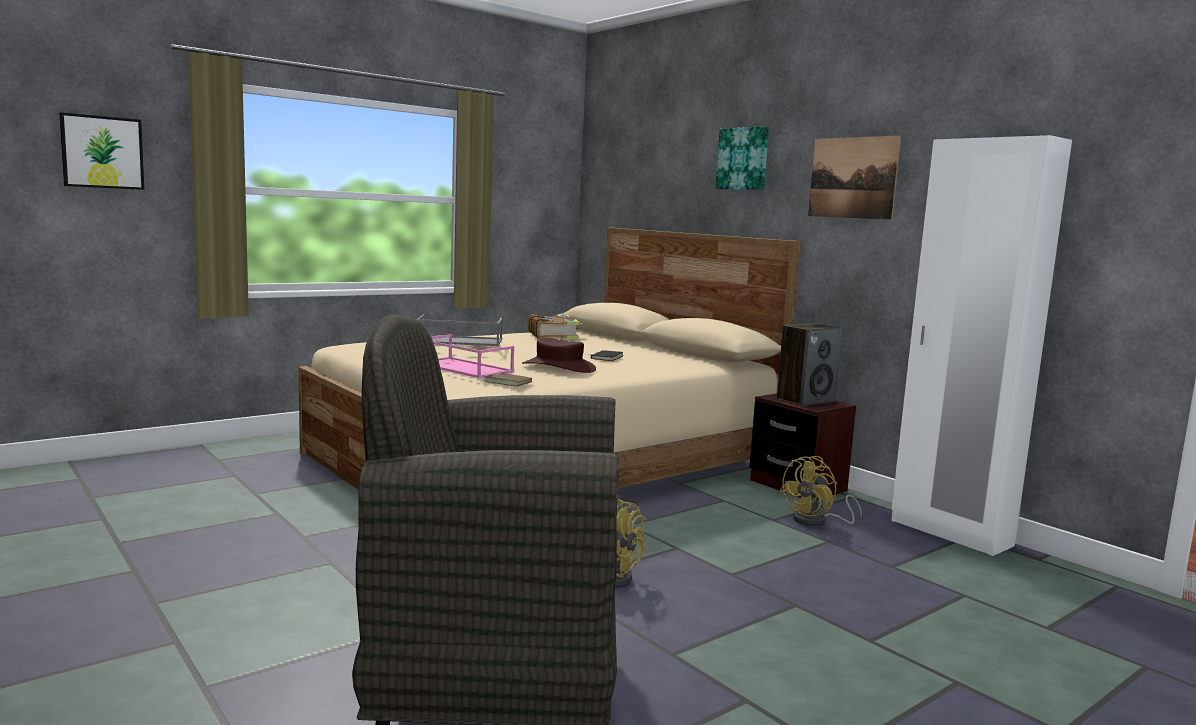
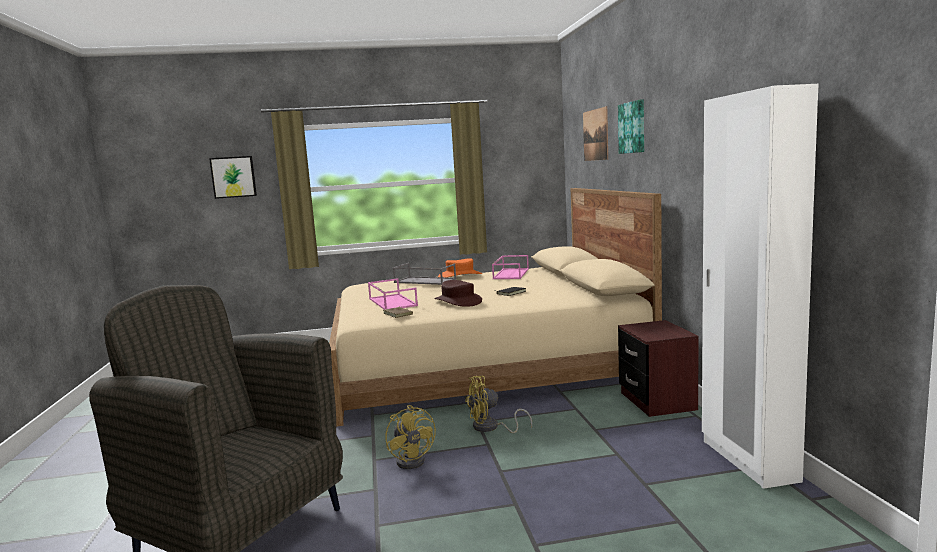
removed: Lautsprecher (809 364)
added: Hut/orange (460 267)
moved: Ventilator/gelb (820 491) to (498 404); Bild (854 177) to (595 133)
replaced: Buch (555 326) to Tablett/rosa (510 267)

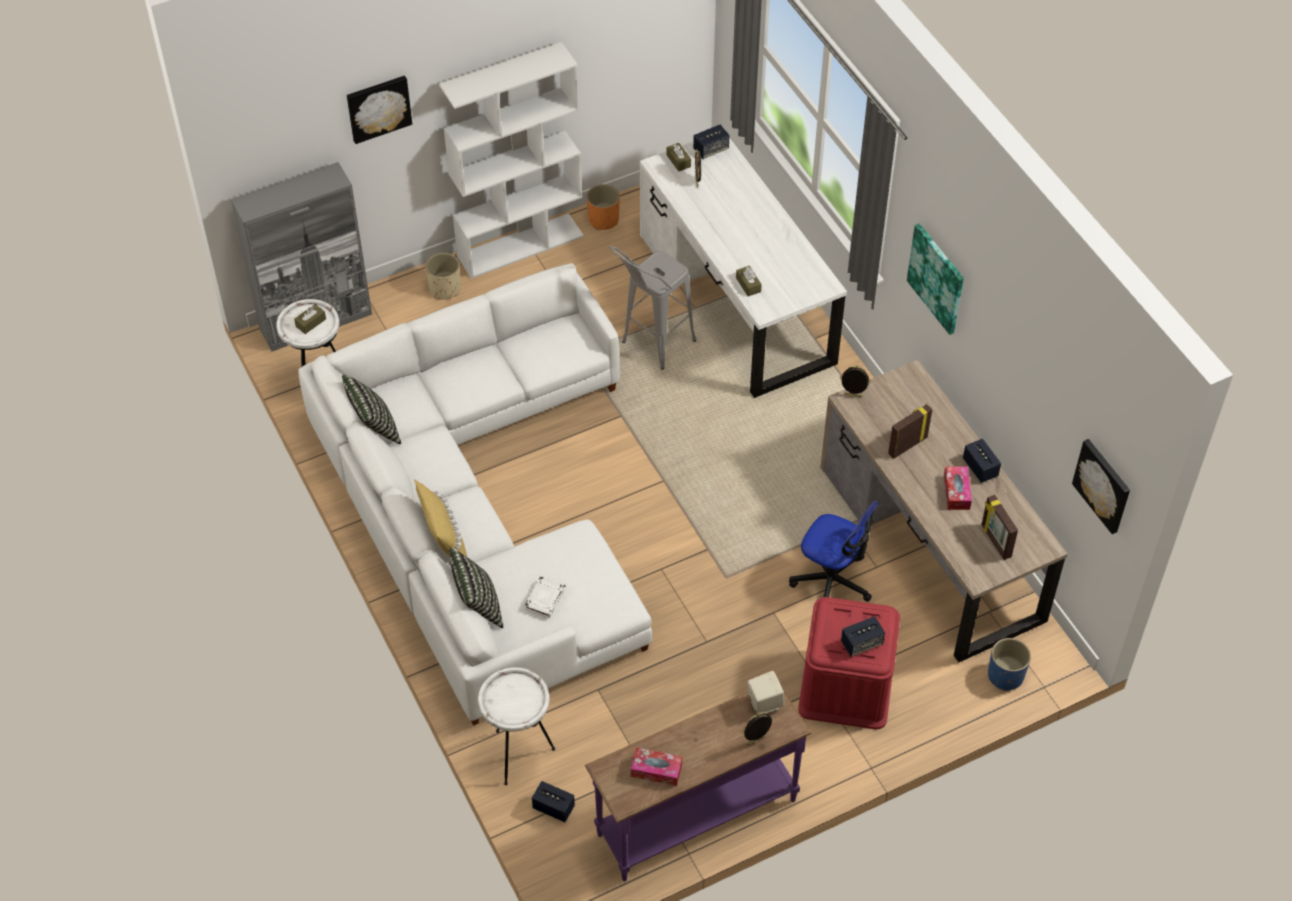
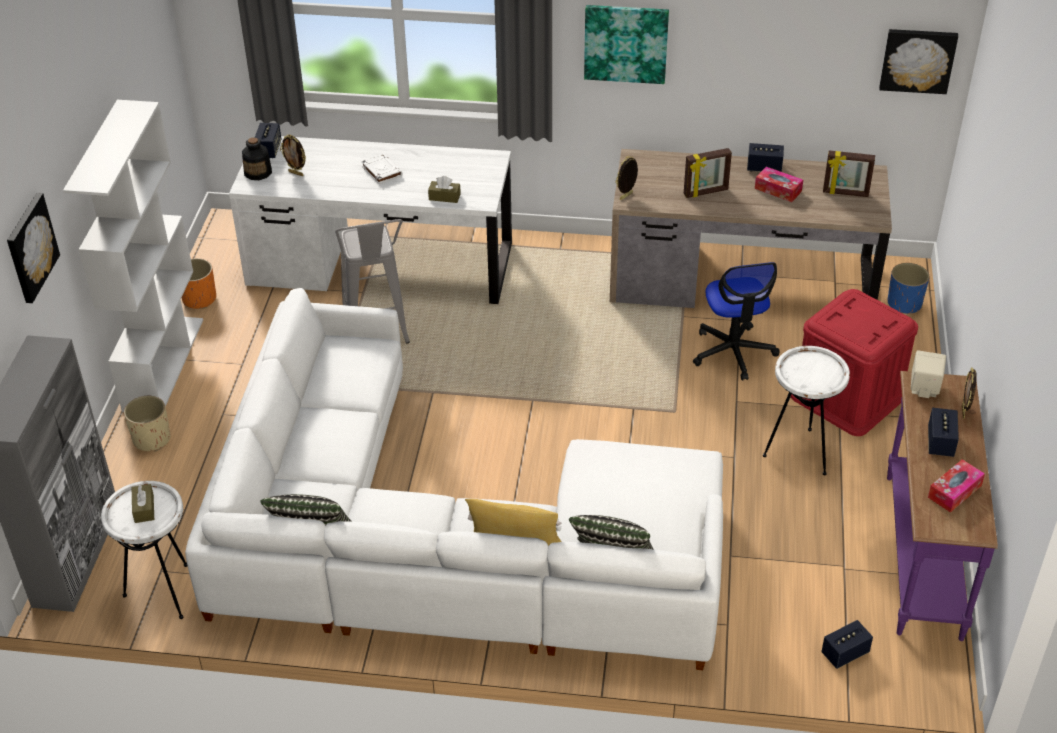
moved: Beistelltisch/weiß (516 726) to (806 410); Buch/weiß (545 597) to (381 169); Lautsprecher (863 636) to (943 432)
replaced: Taschentuchbox/braun (679 157) to Flasche (257 158)
turned: Bürostuhl (834 551) = (736 321) 105 degrees clockwise; Bilderrahmen (910 431) = (708 173) 105 degrees counterclockwise

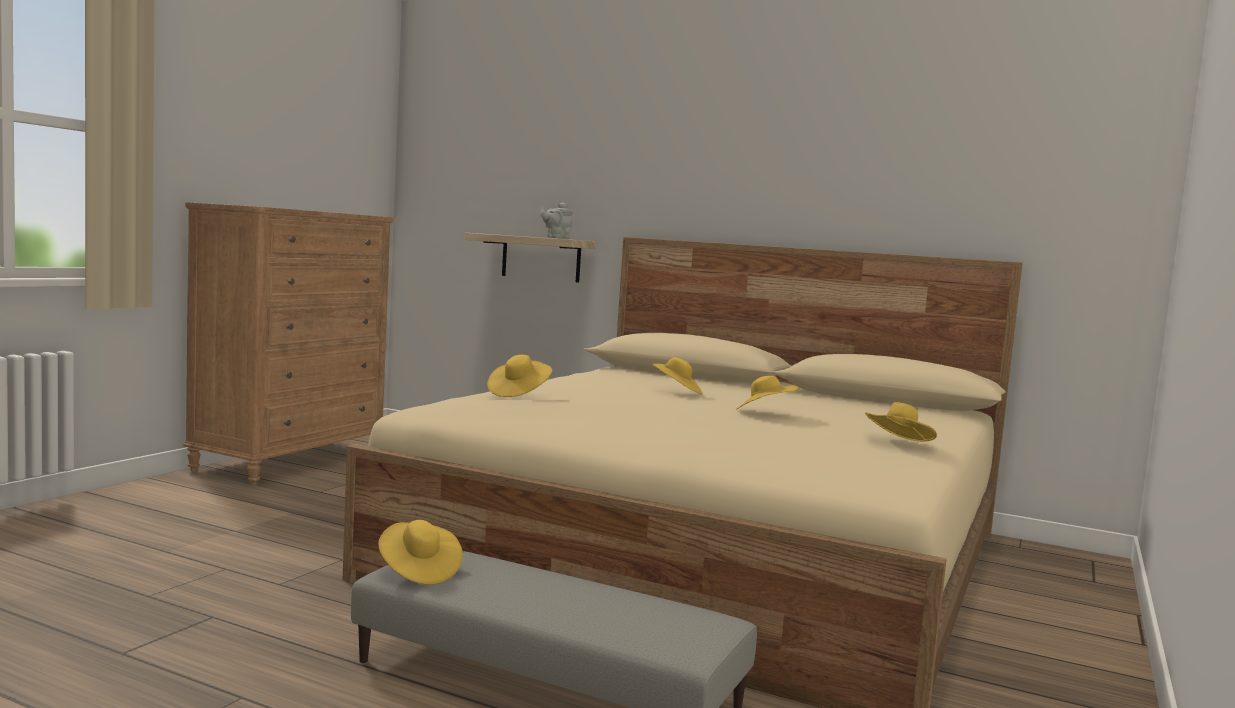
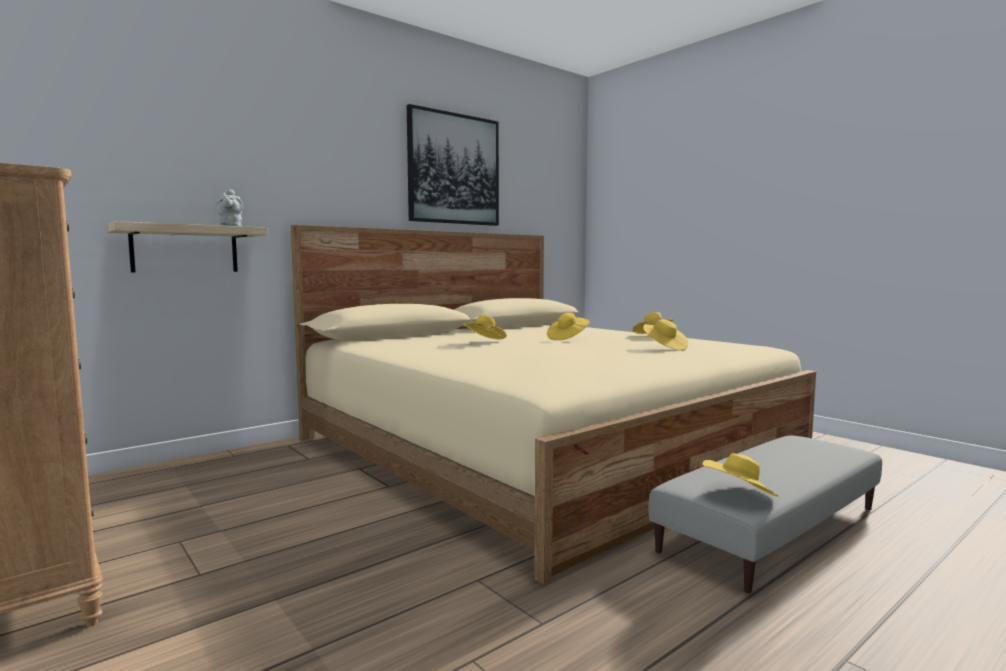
added: Bild (453 165)
moved: Hut/gelb (519 376) to (665 335)

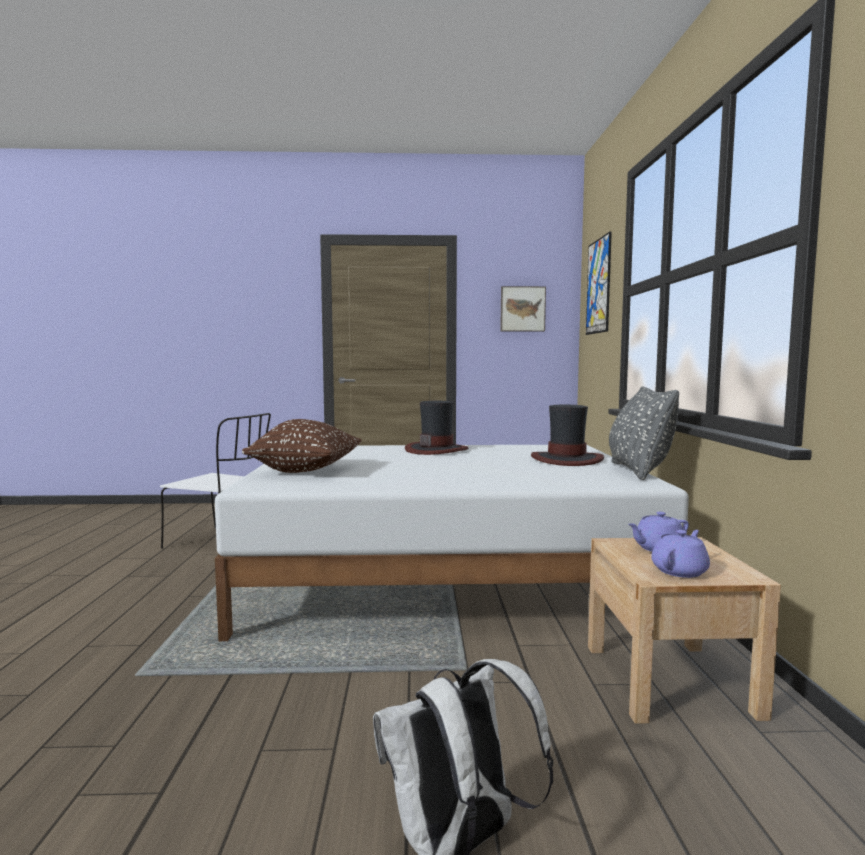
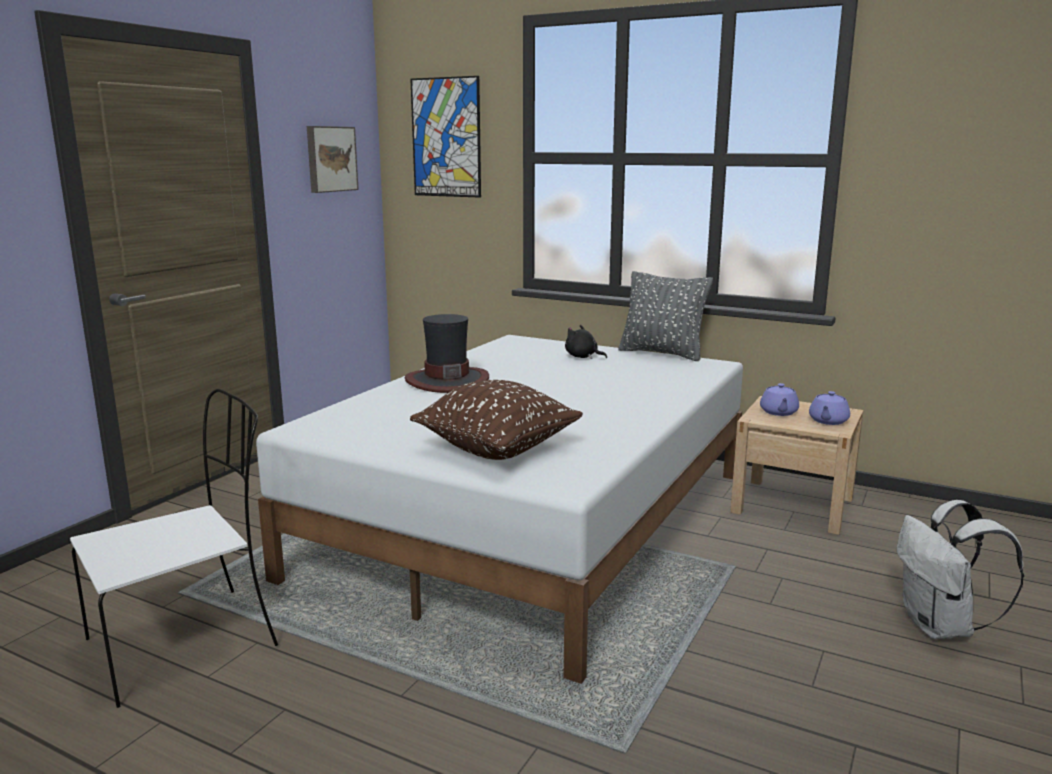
replaced: Hut (567 435) to Plüschtier/schwarz (586 342)
turned: Teekanne/lila (680 554) = (829 408) 135 degrees counterclockwise

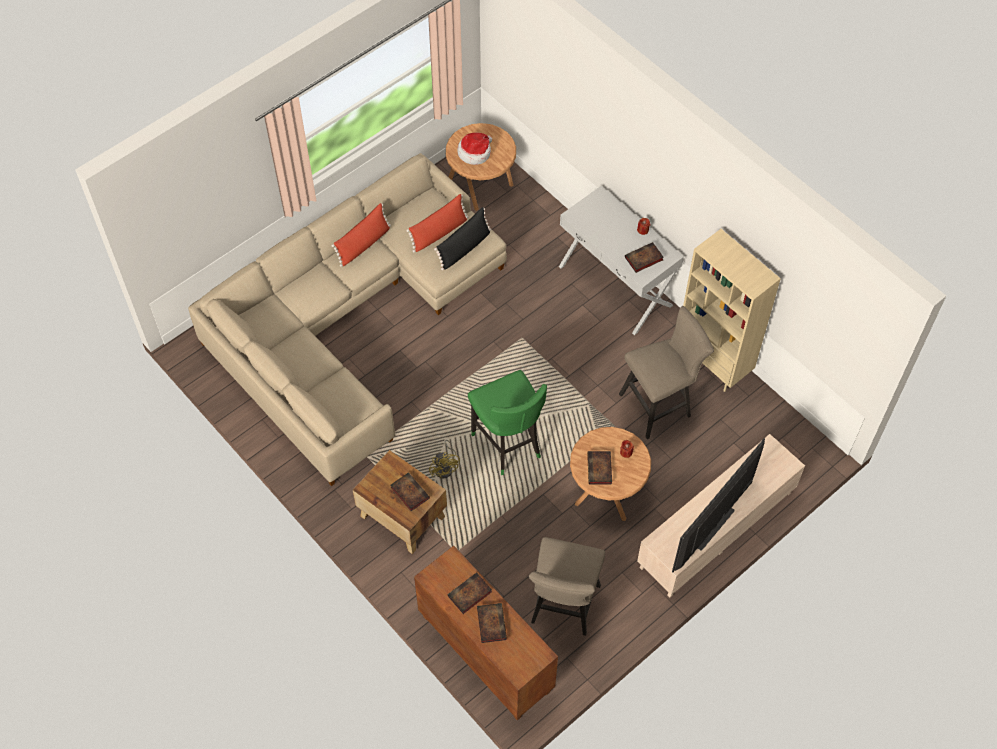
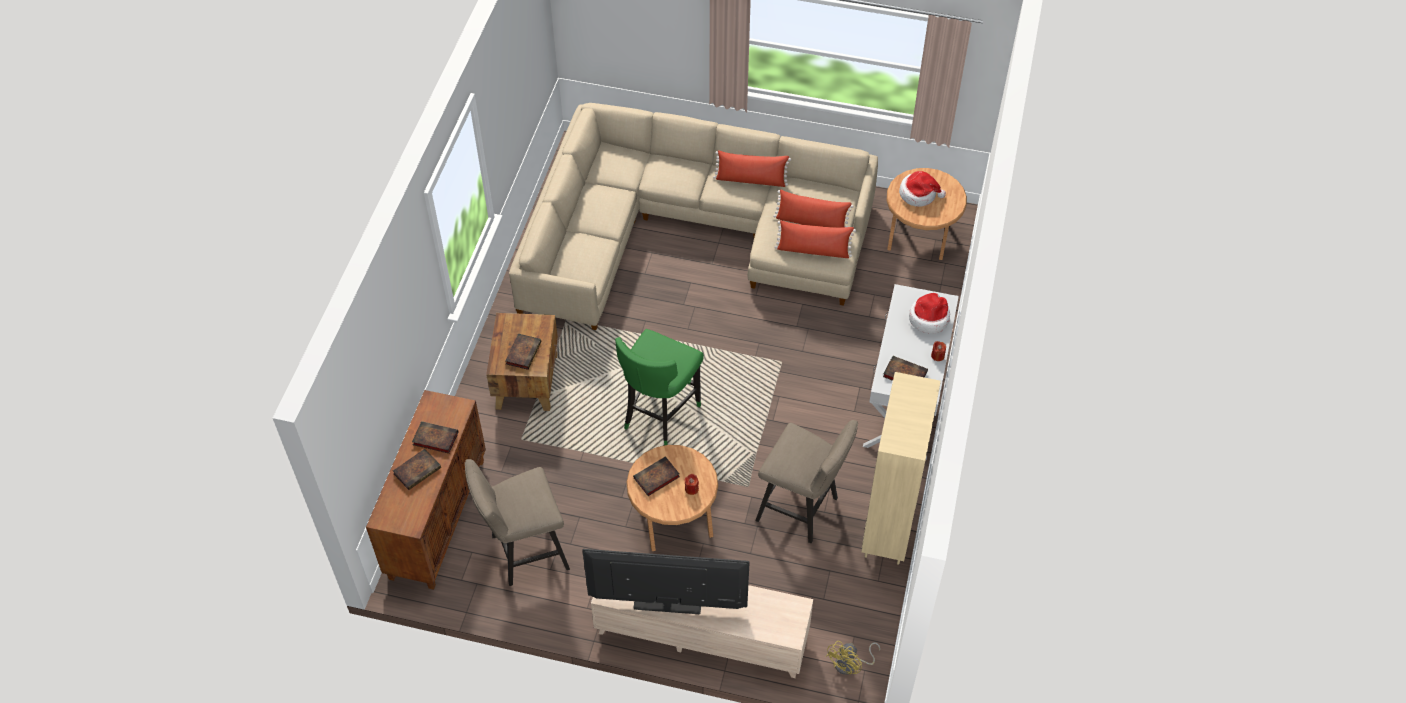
added: Hut (929 313)
moved: Ventilator/gelb (444 459) to (853 658)
recoloured: Kissen/schwarz (462 238) to Kissen/rot (815 239)

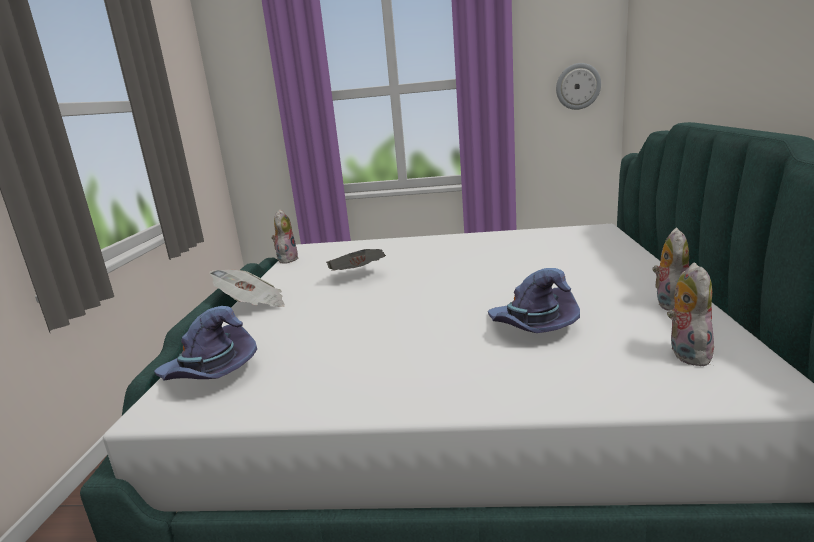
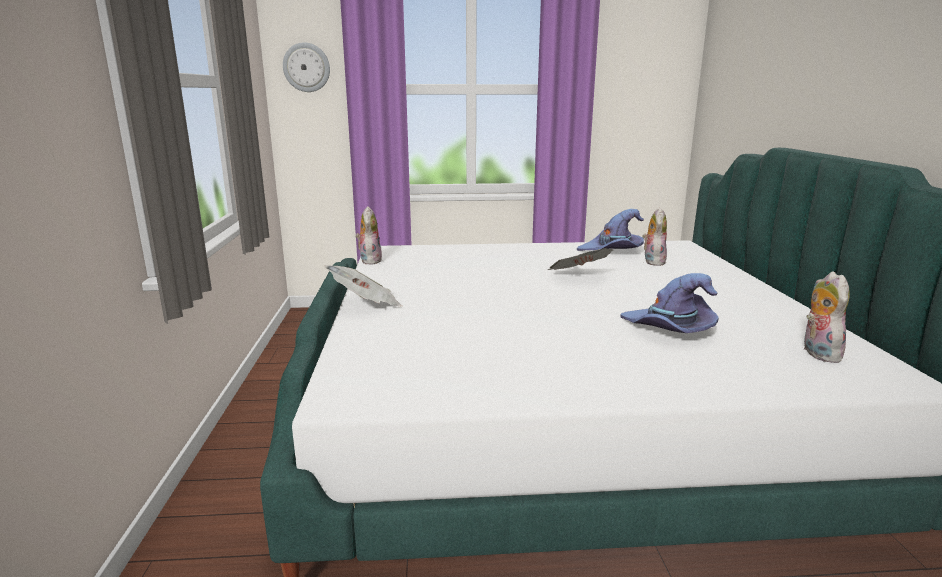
moved: Hut/lila (205 343) to (610 230); Zeitung (356 259) to (580 259); Wanduhr (578 86) to (306 67); Plüschtier (671 269) to (655 236)

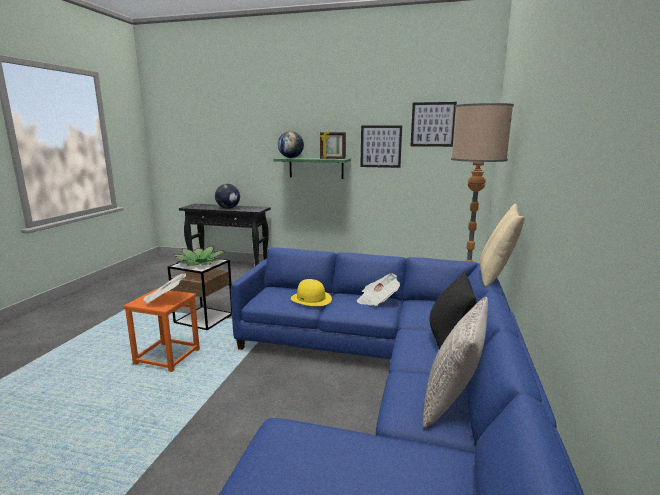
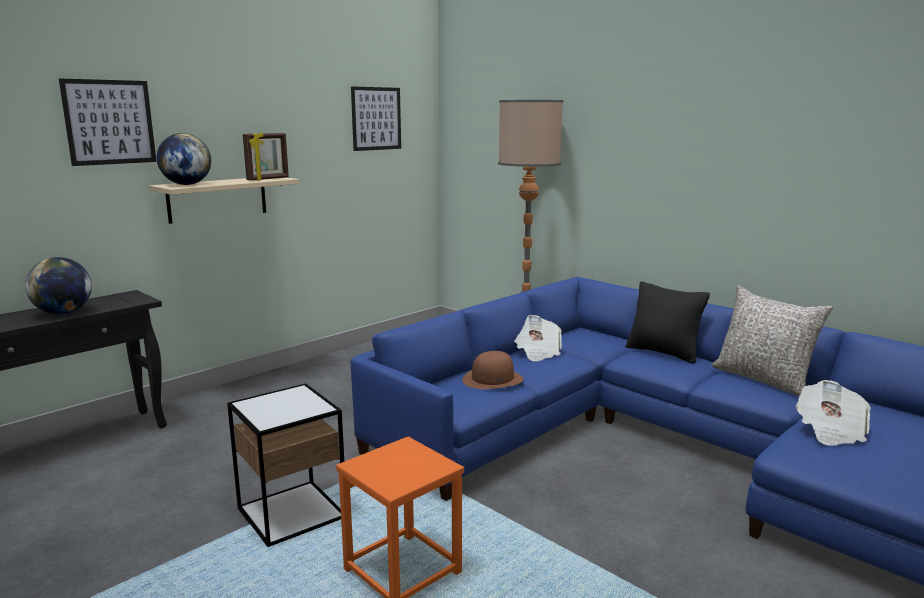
removed: Topfpflanze (199 255); Kissen/beige (502 245)
moved: Zeitung (164 289) to (833 413); Bild (381 146) to (107 122)
recoloured: Wandregal/grün (312 168) to Wandregal/beige (224 200); Hut/gelb (311 292) to Hut/braun (492 370)

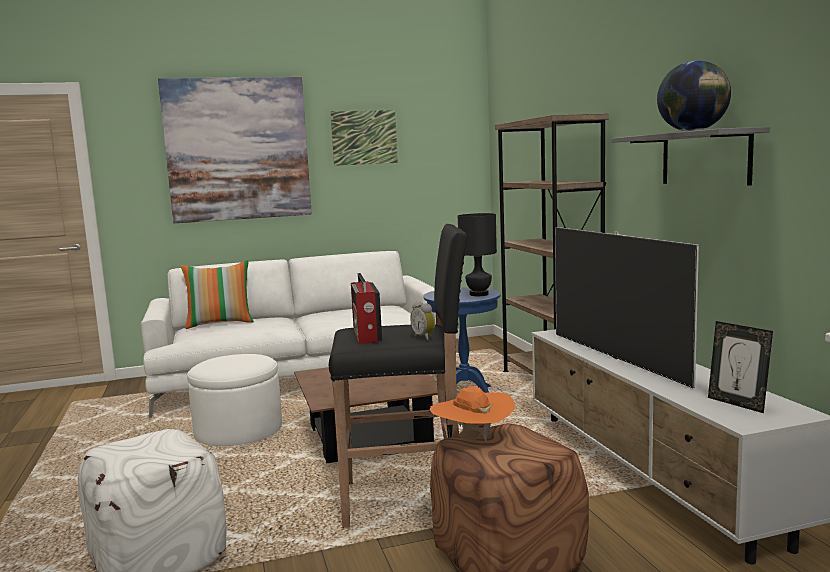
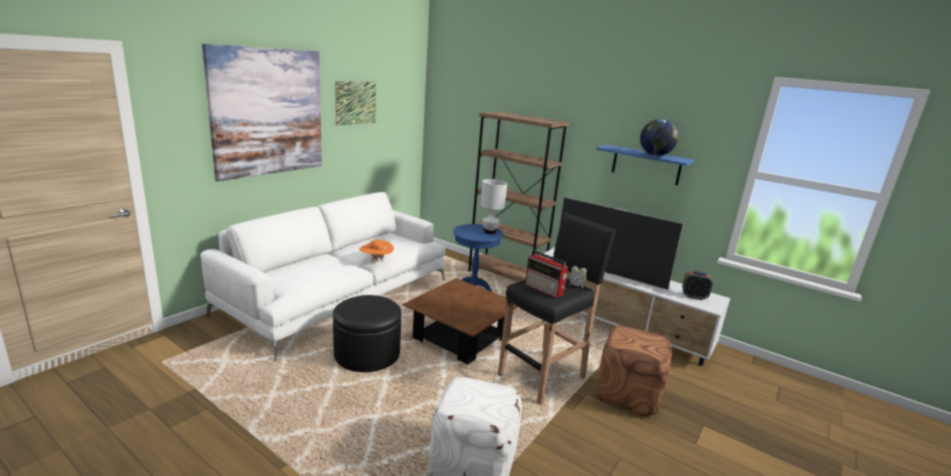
removed: Kissen (217 294)
moved: Hut/orange (472 414) to (376 251)
replaced: Bilderrahmen (740 367) to Wecker (697 285)
recoloured: Polsterhocker/weiß (234 400) to Polsterhocker/schwarz (367 333); Tischlampe/schwarz (477 254) to Tischlampe/weiß (493 206); Wandregal/grau (690 156) to Wandregal/blau (645 165)

